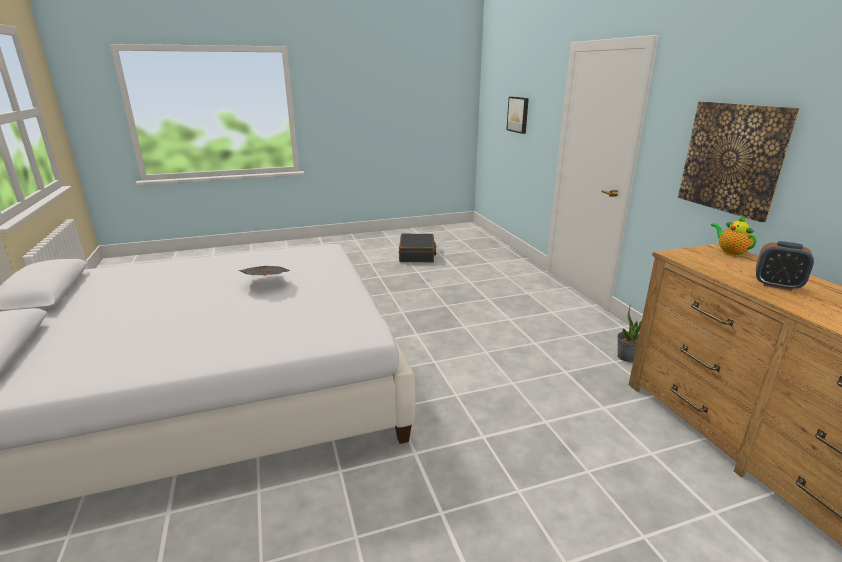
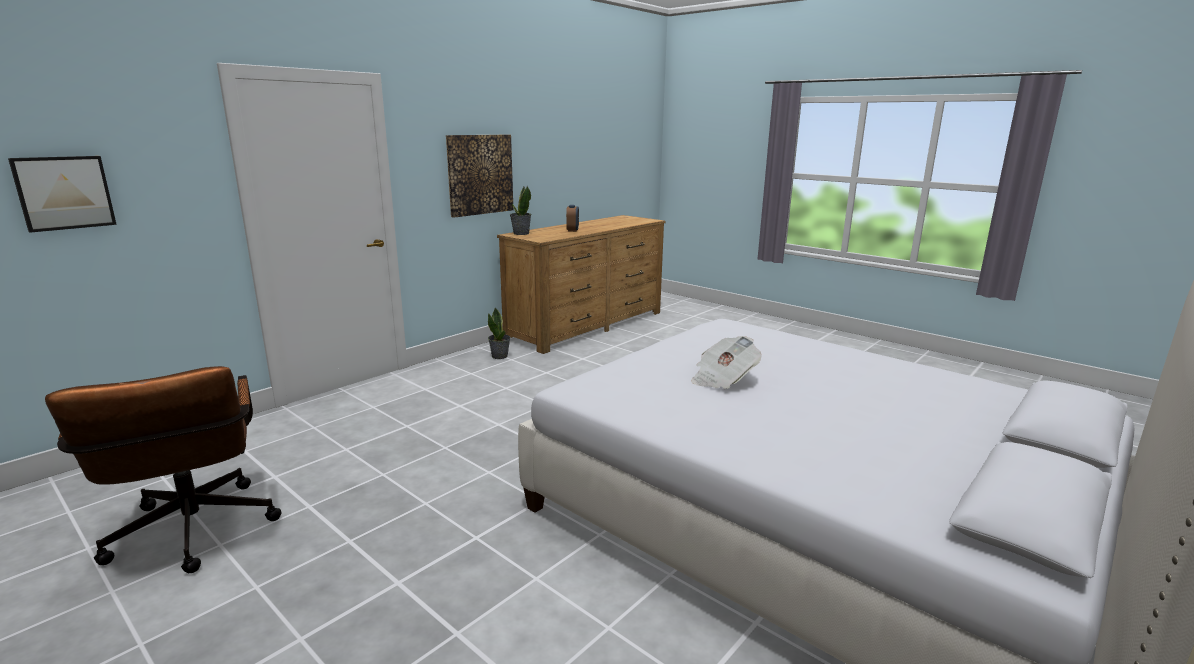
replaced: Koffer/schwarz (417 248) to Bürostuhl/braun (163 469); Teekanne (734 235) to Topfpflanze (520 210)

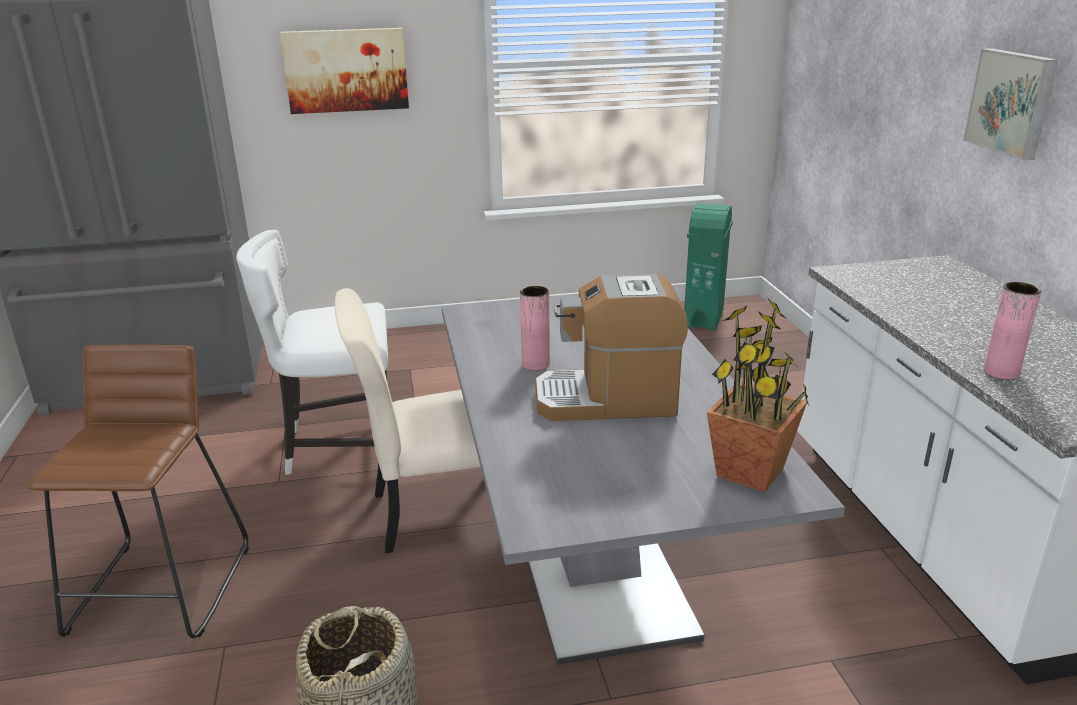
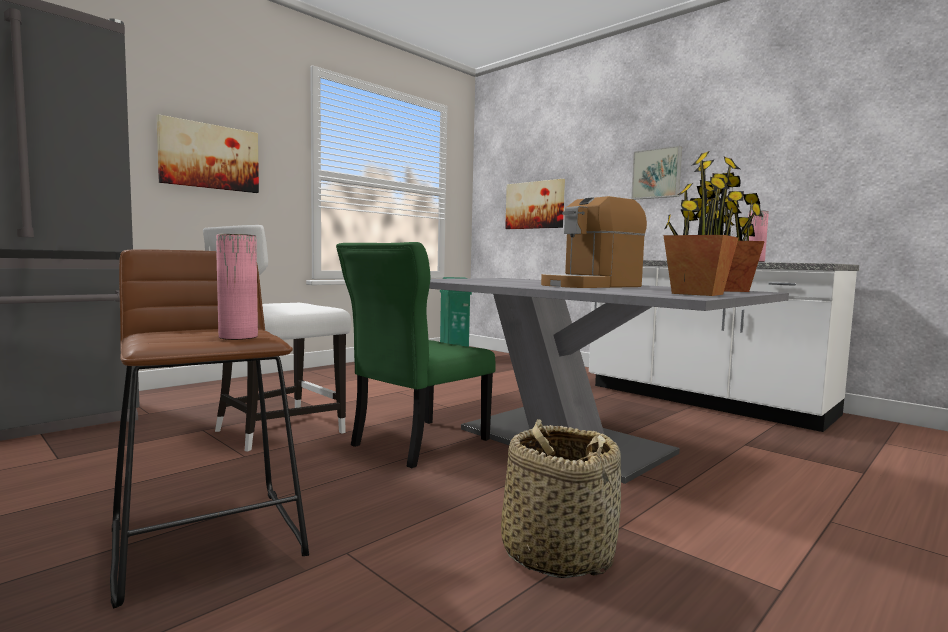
added: Bild (535 204); Topfpflanze (702 223)
moved: Vase/rosa (535 328) to (237 287)
recoloured: Stuhl/beige (408 421) to Stuhl/grün (416 355)

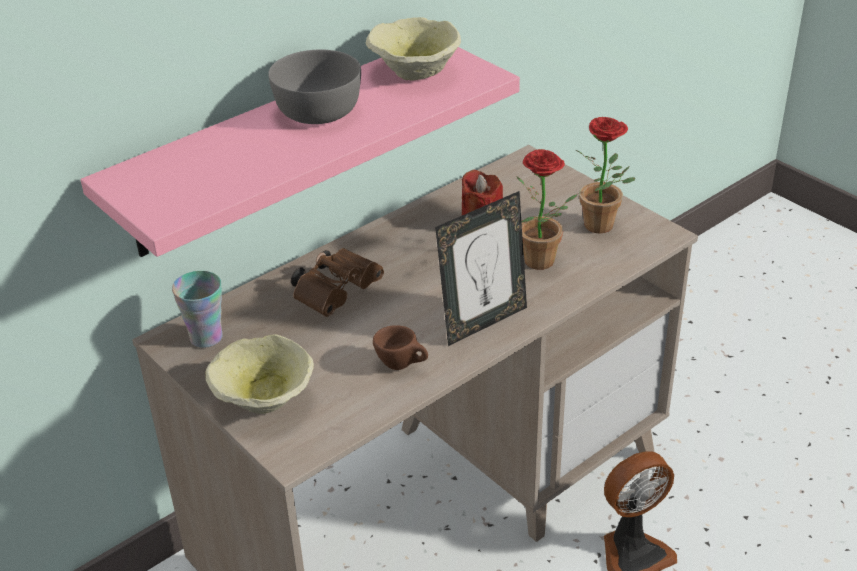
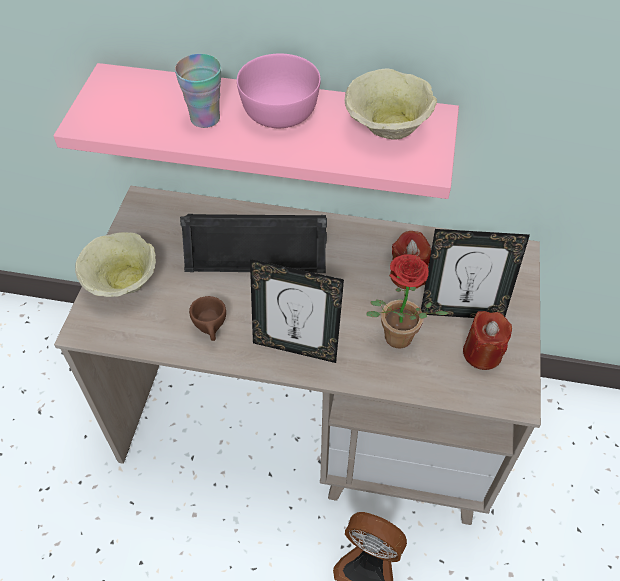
added: Bilderrahmen (475 273)
moved: Tasse (197 309) to (198 91)
replaced: Fernglas/braun (337 282) to Lautsprecher/schwarz (253 243); Topfpflanze (605 175) to Kerze/rot (487 340)
recoloured: Schüssel/grau (314 87) to Schüssel/rosa (279 91)

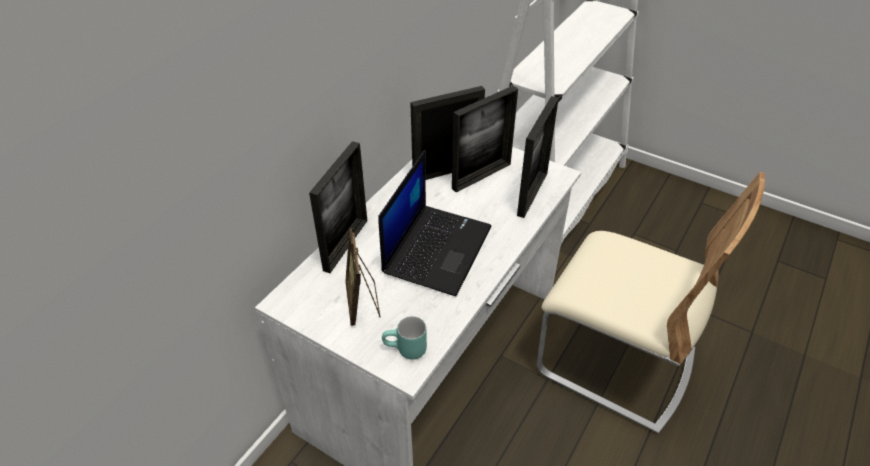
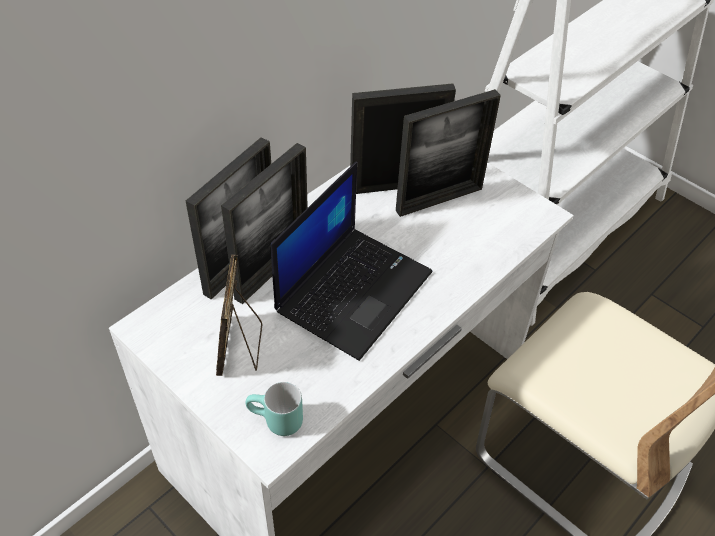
moved: Bilderrahmen (538 157) to (264 223)

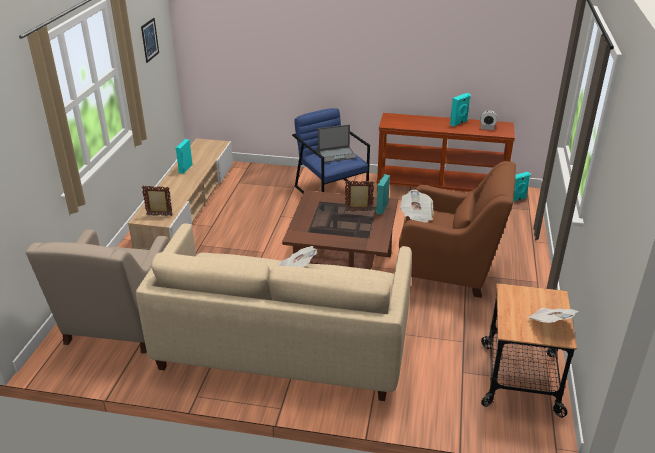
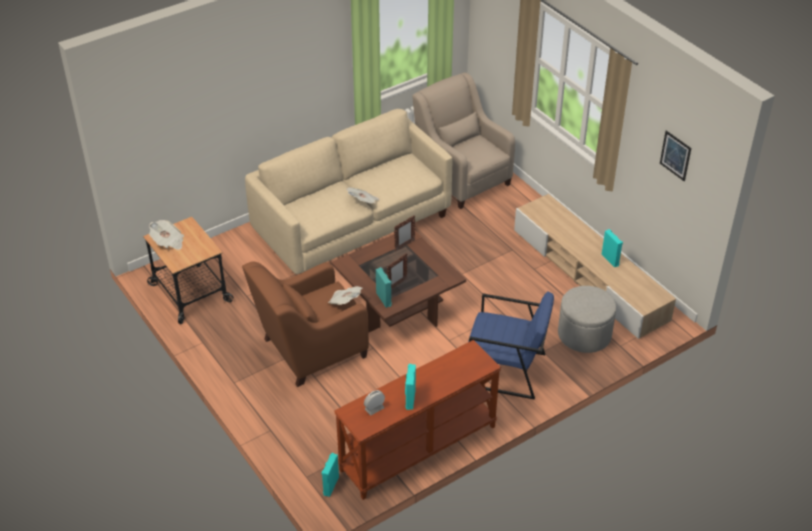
removed: Laptop (337 143)
added: Polsterhocker/grau (587 319)
moved: Bilderrahmen (157 201) to (404 233)

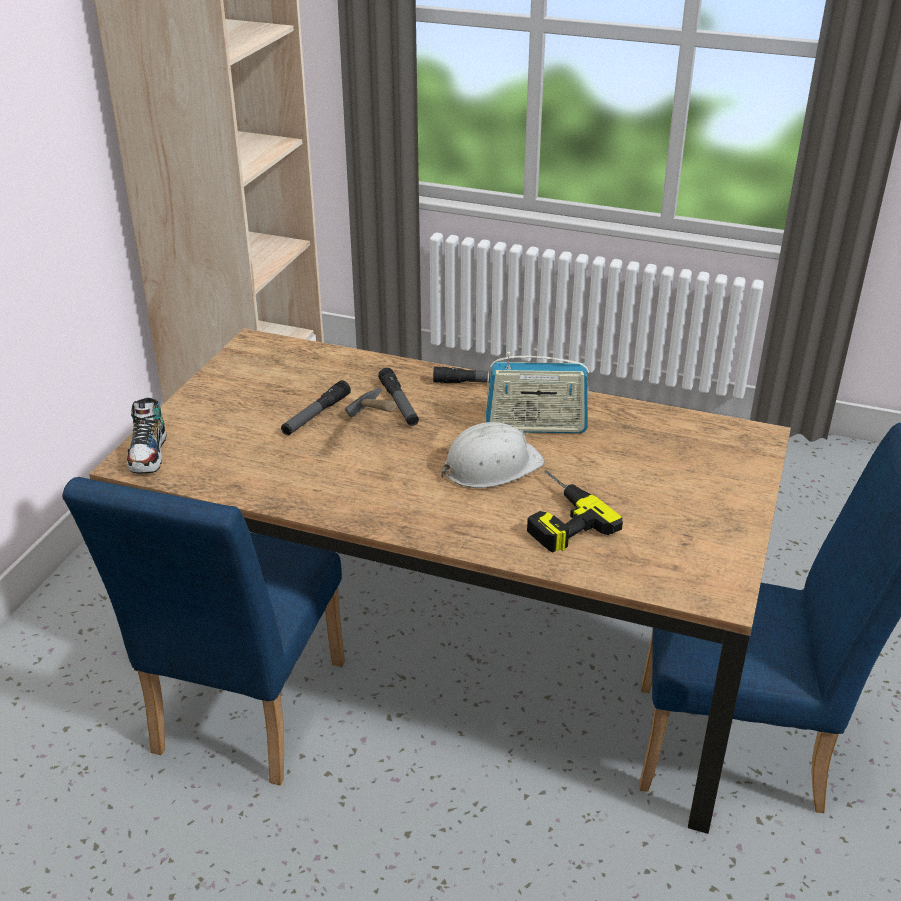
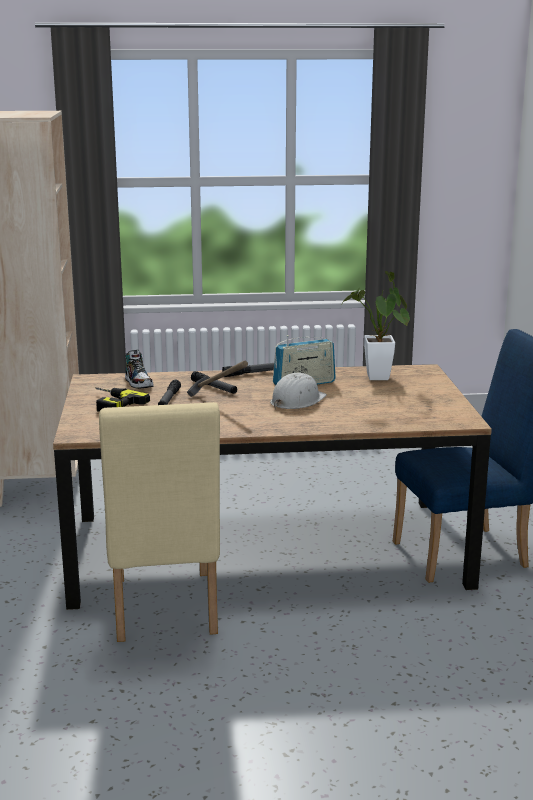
added: Topfpflanze (376 325)
moved: Schuh (146 435) to (139 369); Bohrmaschine (575 511) to (122 400)
recoloured: Stuhl/blau (203 631) to Stuhl/beige (159 522)

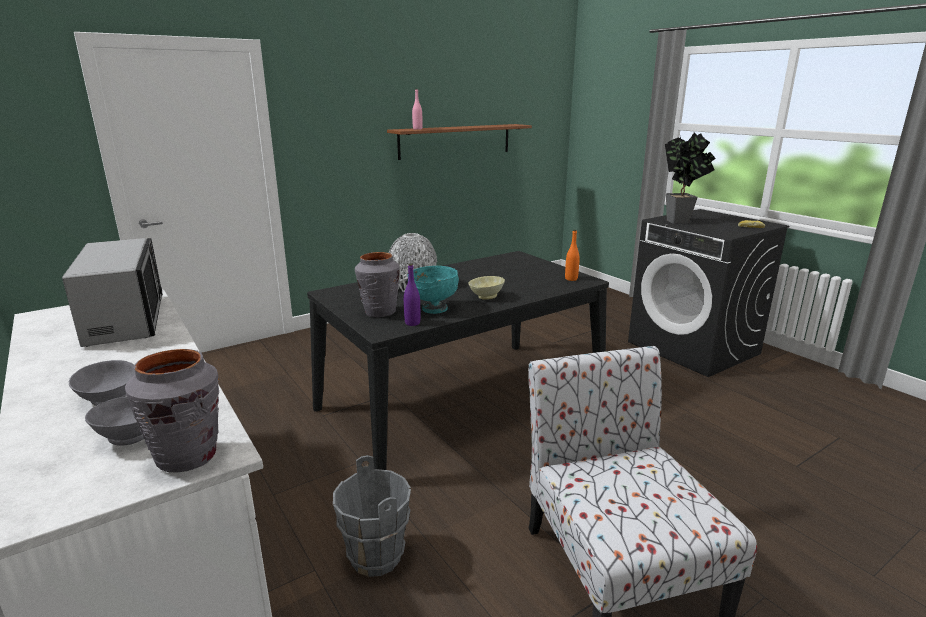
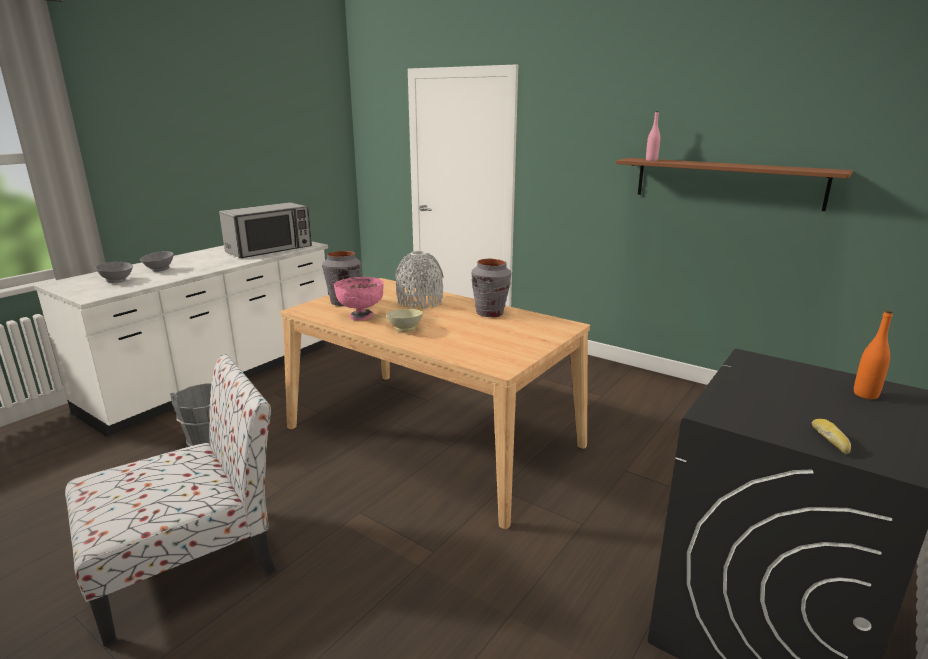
removed: Flasche/lila (412 295); Topfpflanze (690 178)
moved: Vase/grau (172 411) to (491 288); Flasche/orange (572 255) to (873 354)
recoloured: Esstisch/schwarz (458 360) to Esstisch/beige (435 403); Schüssel/türkis (433 290) to Schüssel/rosa (359 298)

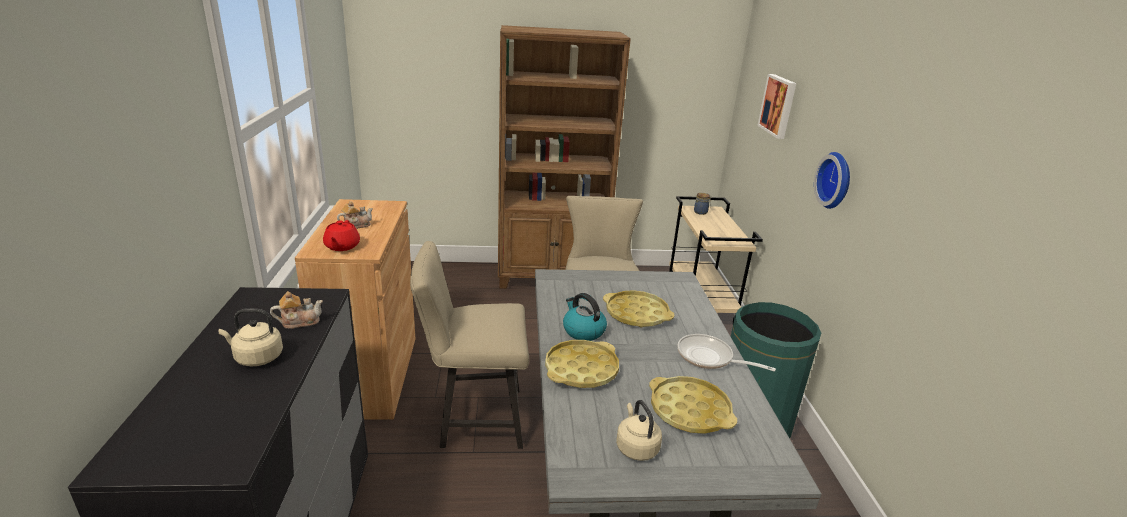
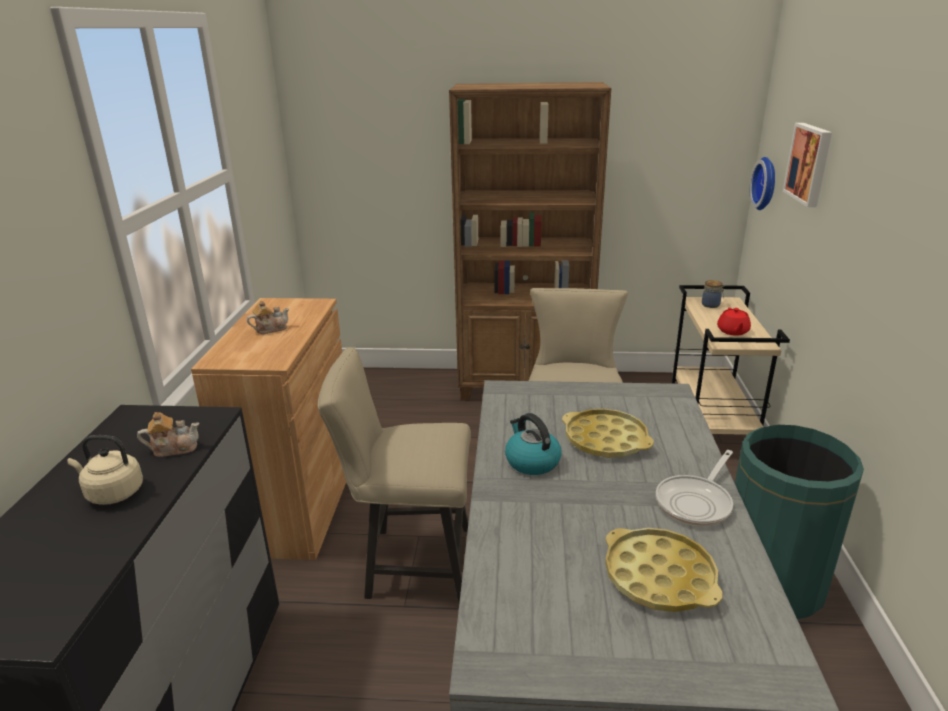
removed: Tablett/gelb (582 364); Wasserkessel/beige (639 430)
moved: Teekanne/rot (341 235) to (734 322); Wanduhr (832 180) to (762 183)
turned: Pfanne (726 353) = (694 488) 90 degrees counterclockwise

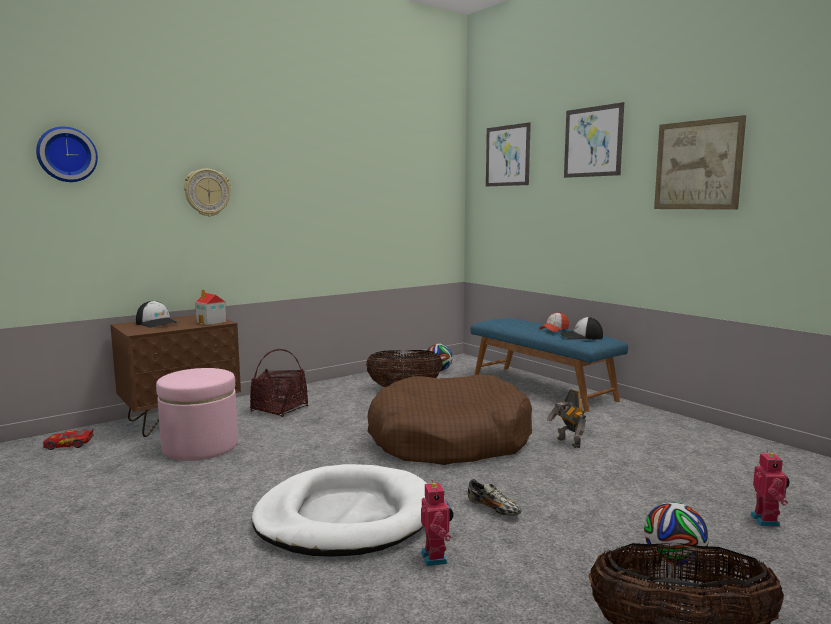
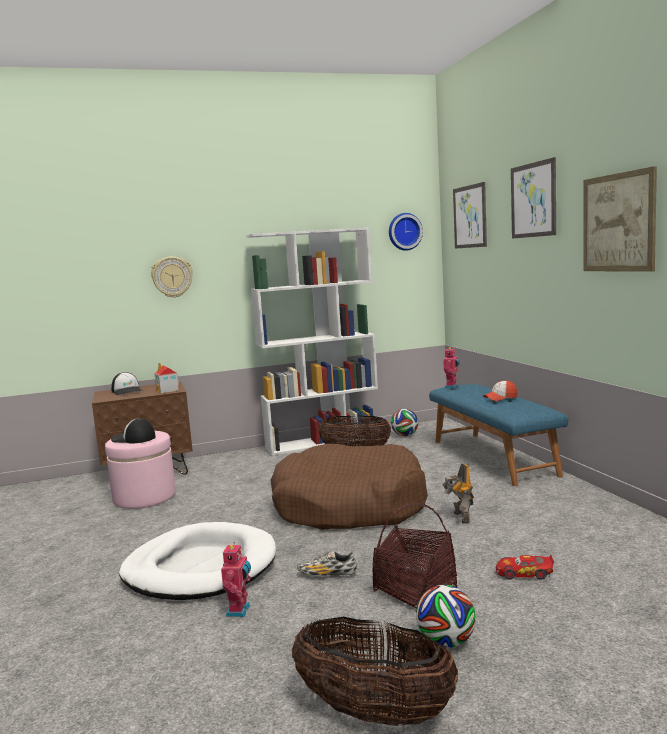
added: Bücherregal/weiß (312 341)
moved: Wanduhr (67 154) to (406 232); Spielzeugauto (68 439) to (525 567); Korb (279 383) to (414 555); Kappe (581 328) to (133 430); Spielzeugroboter (770 488) to (451 367)
turned: Schuh (495 497) = (327 563) 120 degrees clockwise

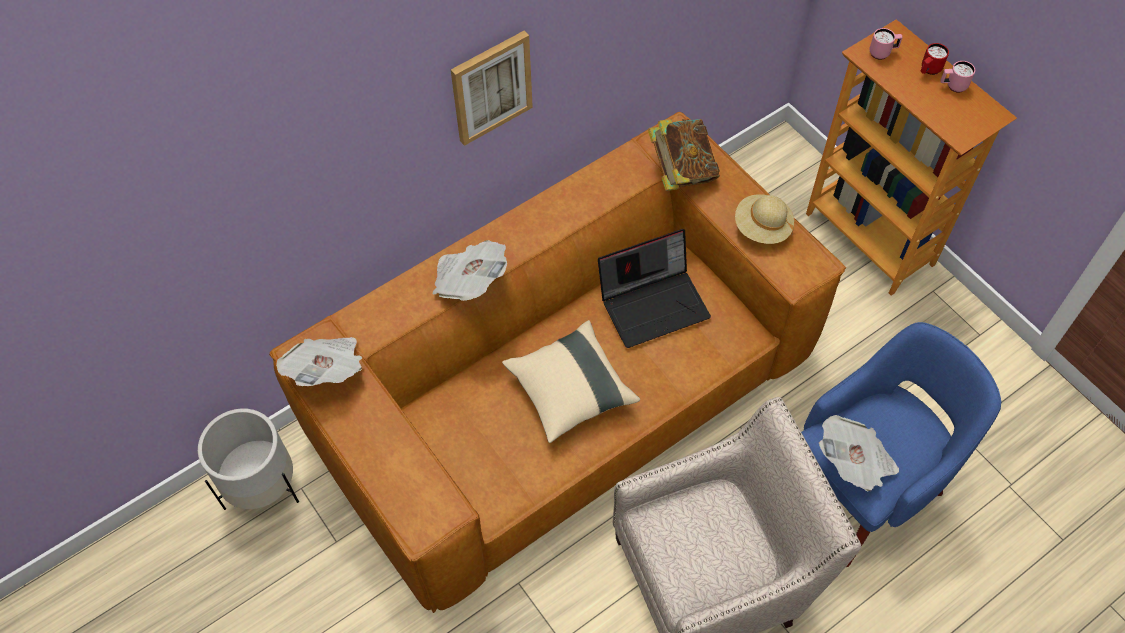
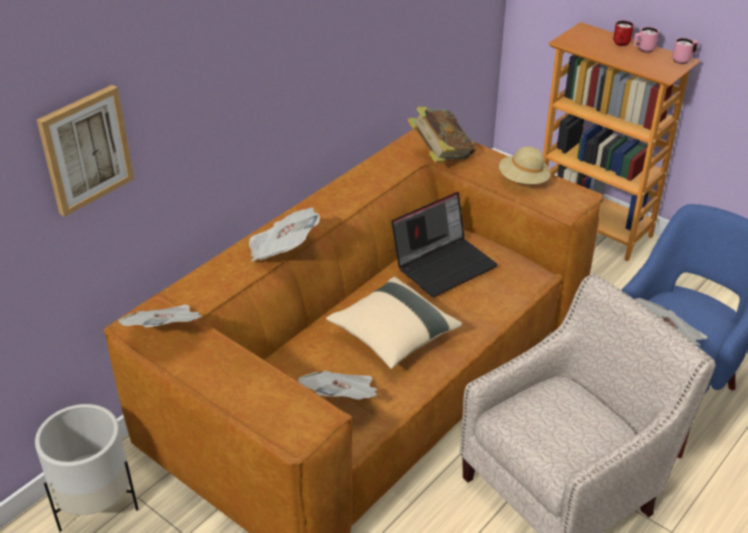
added: Zeitung (338 384)
moved: Bild (492 88) to (85 151); Henkelbecher/rosa (885 44) to (685 51)

